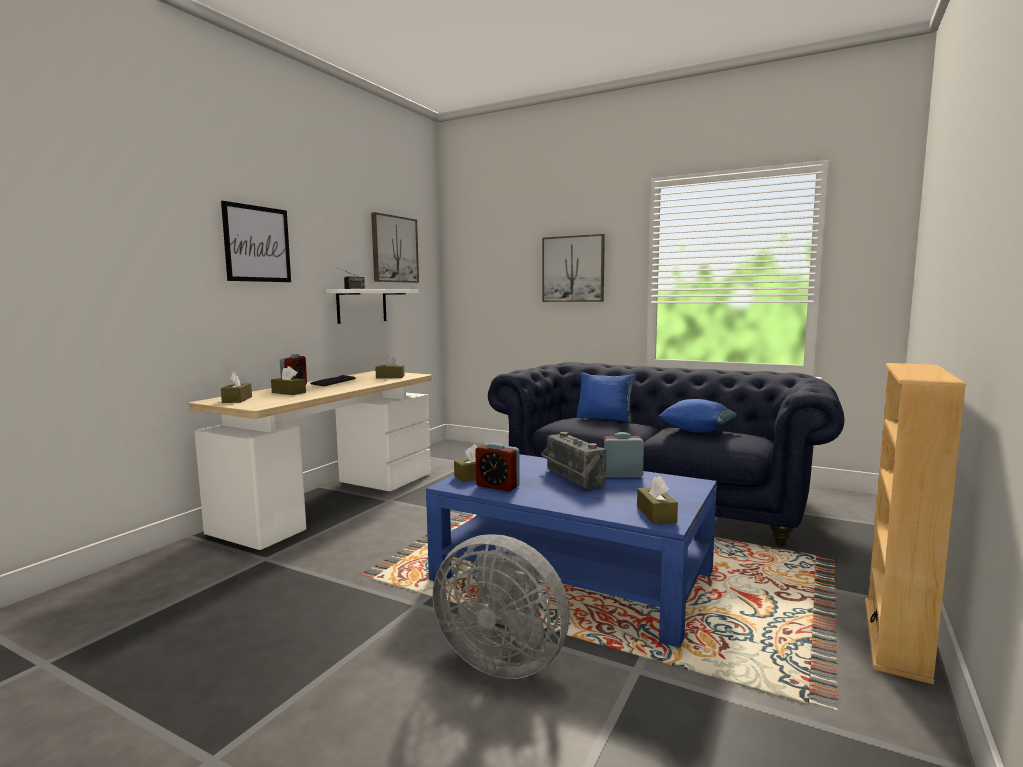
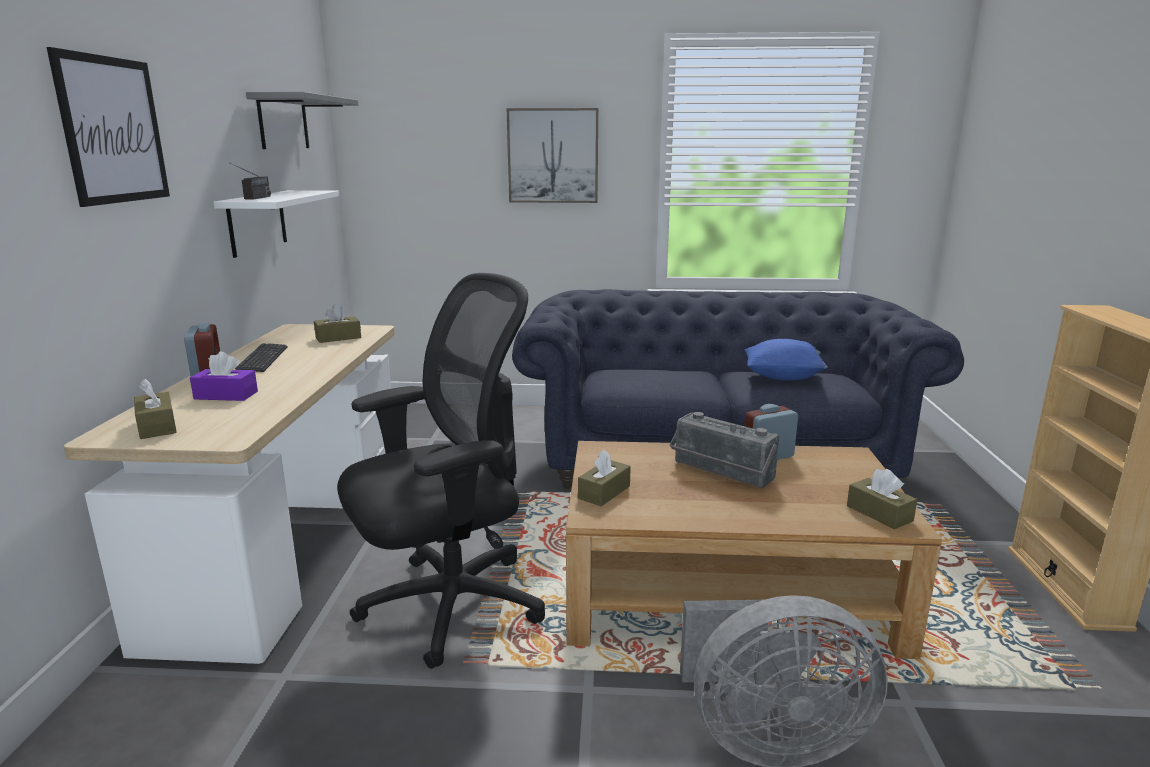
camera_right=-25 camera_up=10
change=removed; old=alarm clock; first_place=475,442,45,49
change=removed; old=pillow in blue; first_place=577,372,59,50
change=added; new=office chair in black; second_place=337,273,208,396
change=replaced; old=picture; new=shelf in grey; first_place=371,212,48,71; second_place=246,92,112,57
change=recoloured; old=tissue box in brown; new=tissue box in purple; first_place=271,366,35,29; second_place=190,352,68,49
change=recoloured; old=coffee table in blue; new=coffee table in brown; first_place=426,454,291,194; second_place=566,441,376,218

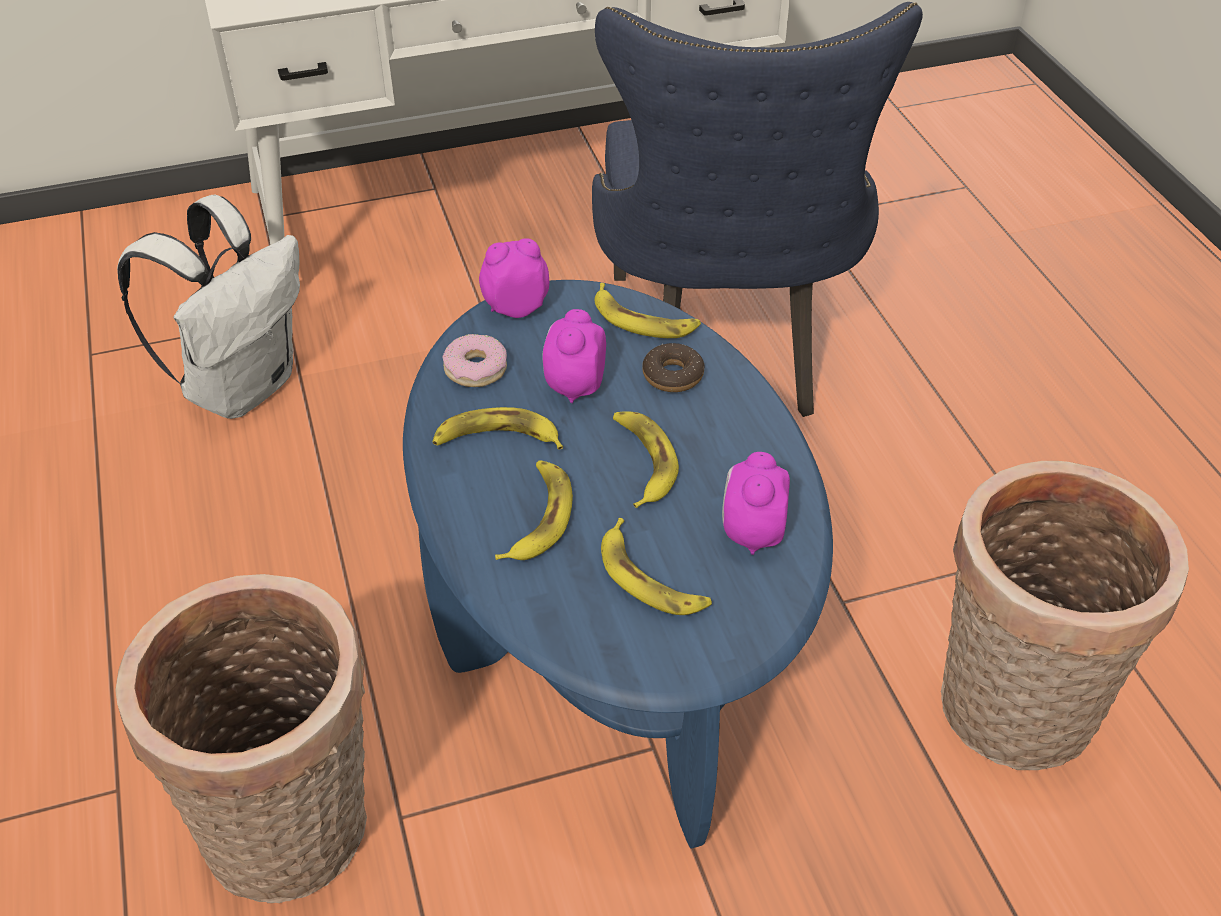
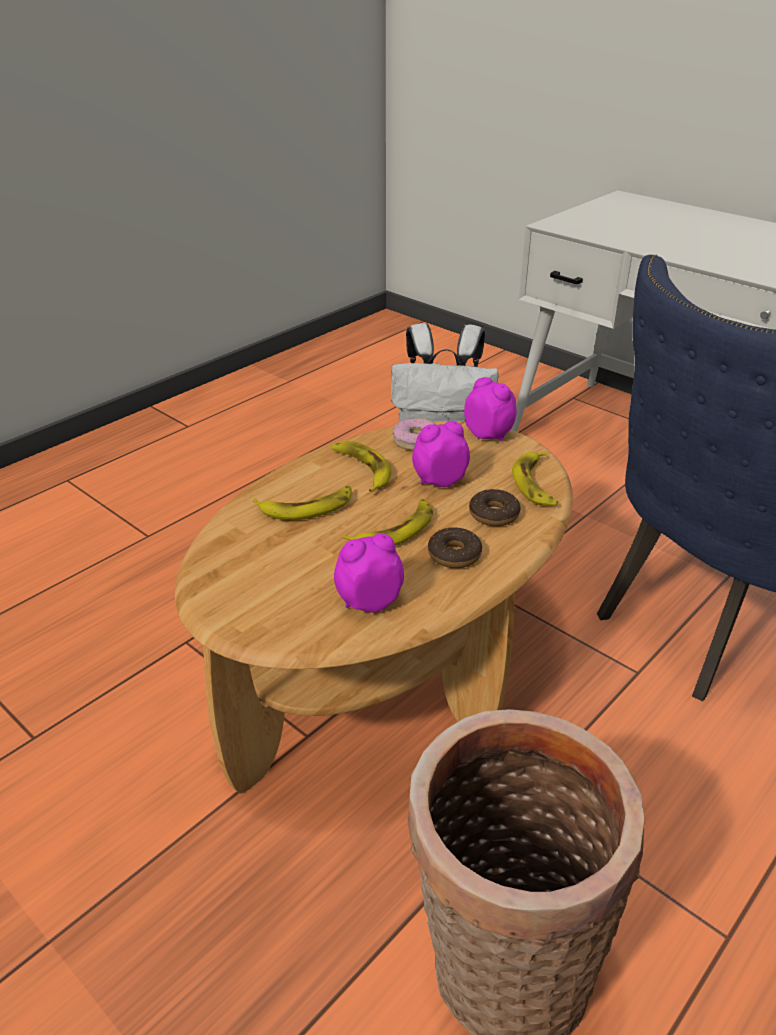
camera_right=60 camera_up=-10
change=removed; old=basket; first_place=115,574,252,329
change=removed; old=banana; first_place=601,518,111,97
change=added; new=donut; second_place=428,527,54,41
change=recoloured; old=coffee table in blue; new=coffee table in brown; first_place=403,280,430,568; second_place=175,421,398,372

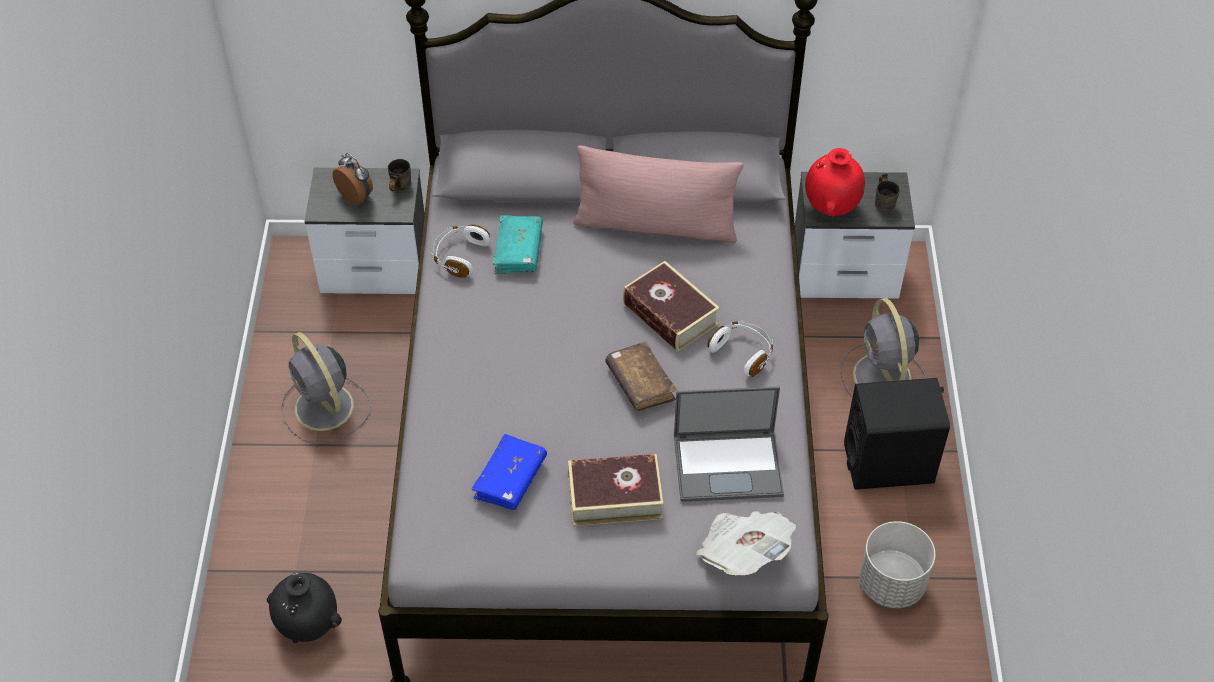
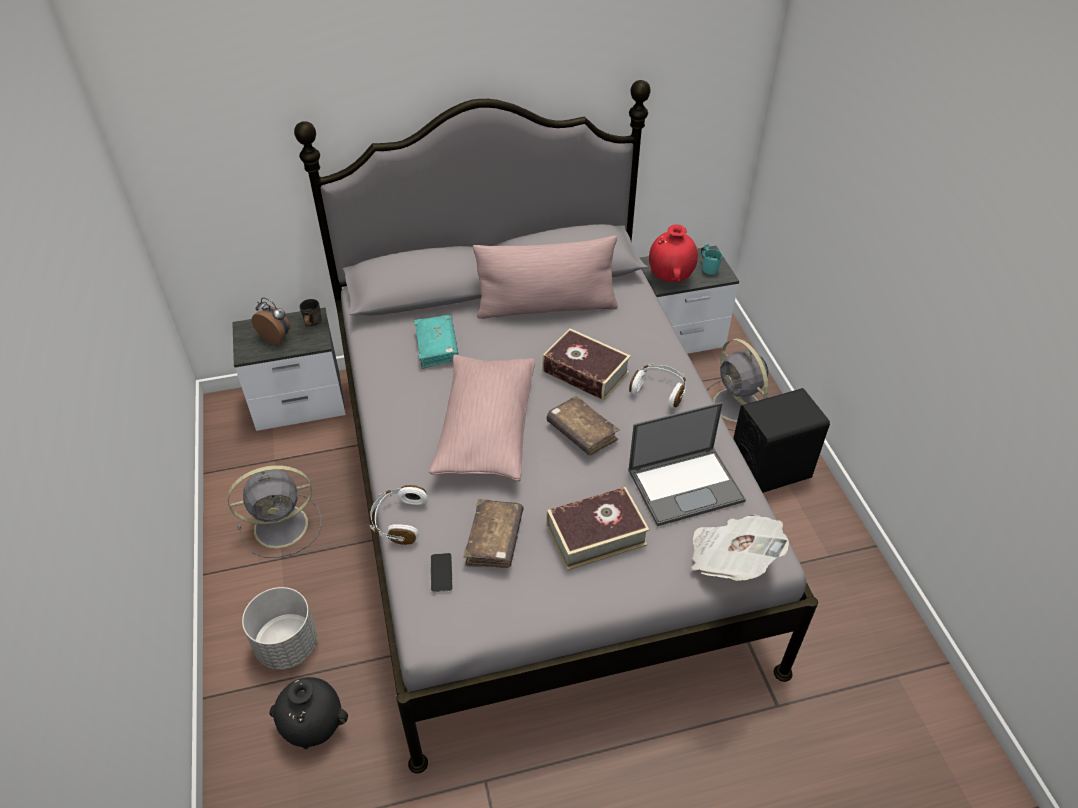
camera_right=-15 camera_up=-5
change=added; new=pillow in pink; second_place=428,355,107,126
change=added; new=phone; second_place=431,553,22,39
change=moved; old=headphones in white; first_place=431,224,59,54; second_place=370,485,58,60
change=moved; old=planter in grey; first_place=859,521,76,87; second_place=242,587,75,83
change=recoloured; old=book in blue; new=book in brown; first_place=471,434,76,76; second_place=463,499,61,69
change=recoloured; old=mug in grey; new=mug in turquoise; first_place=875,174,25,38; second_place=701,244,22,31
change=turned; old=fan in grey; first_place=281,332,90,112; second_place=228,465,93,93; degrees=-60

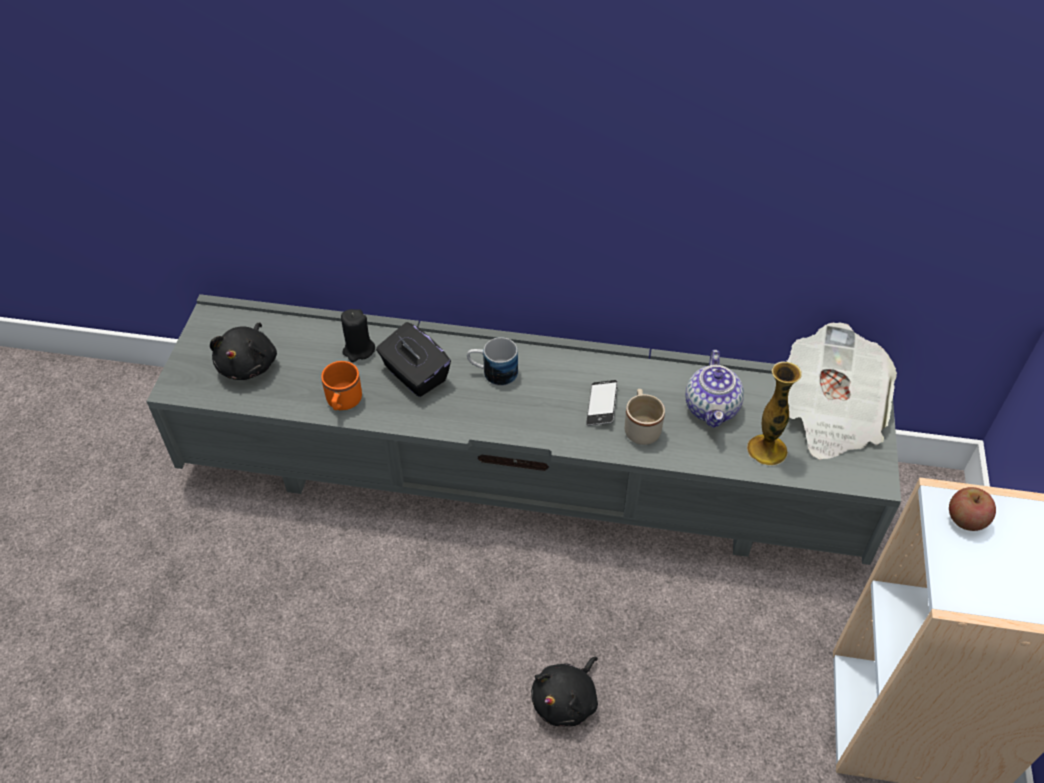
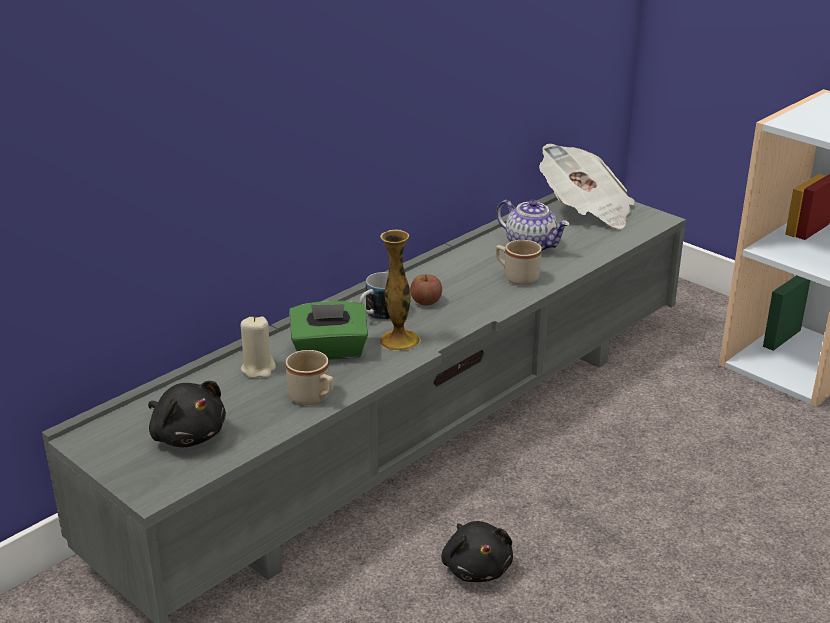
camera_right=-55 camera_up=-20
change=removed; old=phone; first_place=586,380,32,46
change=moved; old=plush toy in black; first_place=531,657,67,69; second_place=441,521,72,61
change=moved; old=vase; first_place=747,361,55,105; second_place=380,230,40,121
change=moved; old=apple; first_place=949,487,47,44; second_place=410,274,32,32
change=recoloured; old=mug in orange; new=mug in beige; first_place=321,361,41,49; second_place=286,350,48,55
change=recoloured; old=candle in black; new=candle in beige; first_place=341,309,34,53; second_place=241,316,35,62
change=recoloured; old=tissue box in black; new=tissue box in green; first_place=376,322,75,75; second_place=289,301,79,59

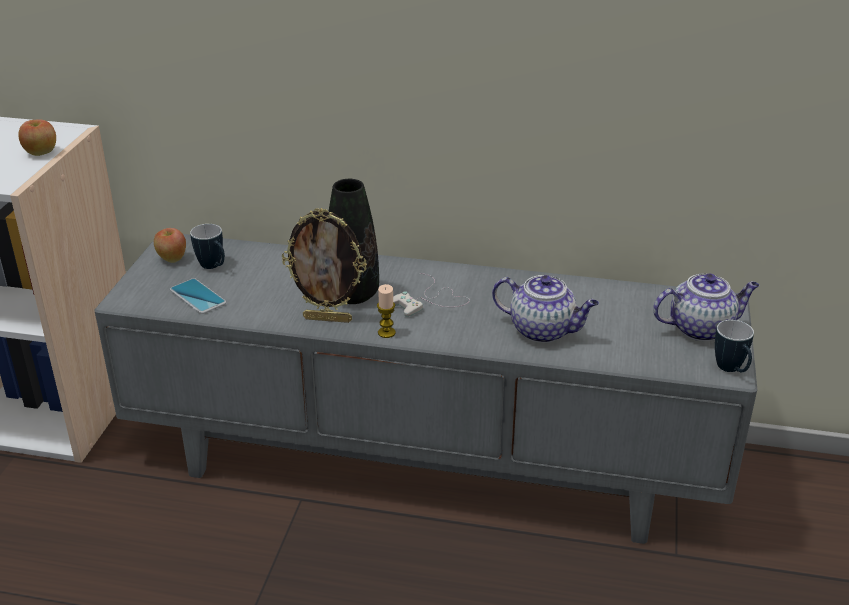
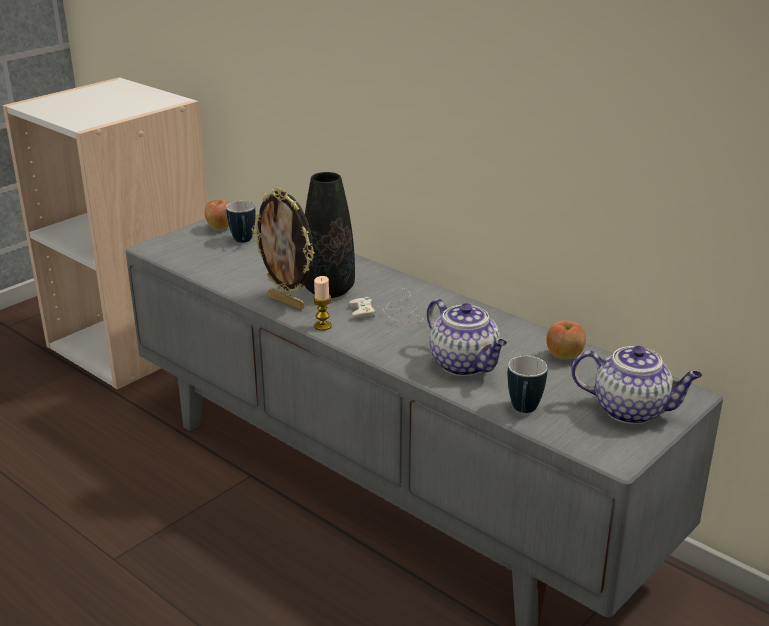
camera_right=30 camera_up=-5
change=removed; old=phone; first_place=170,278,56,36
change=moved; old=apple; first_place=18,120,38,36; second_place=546,320,40,40
change=moved; old=mug; first_place=715,320,39,52; second_place=508,356,40,57

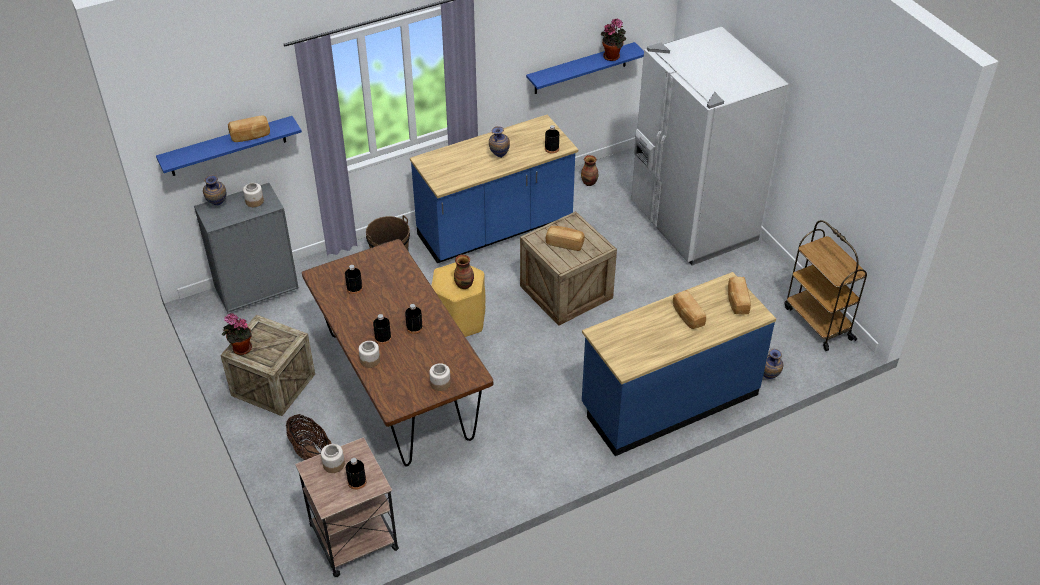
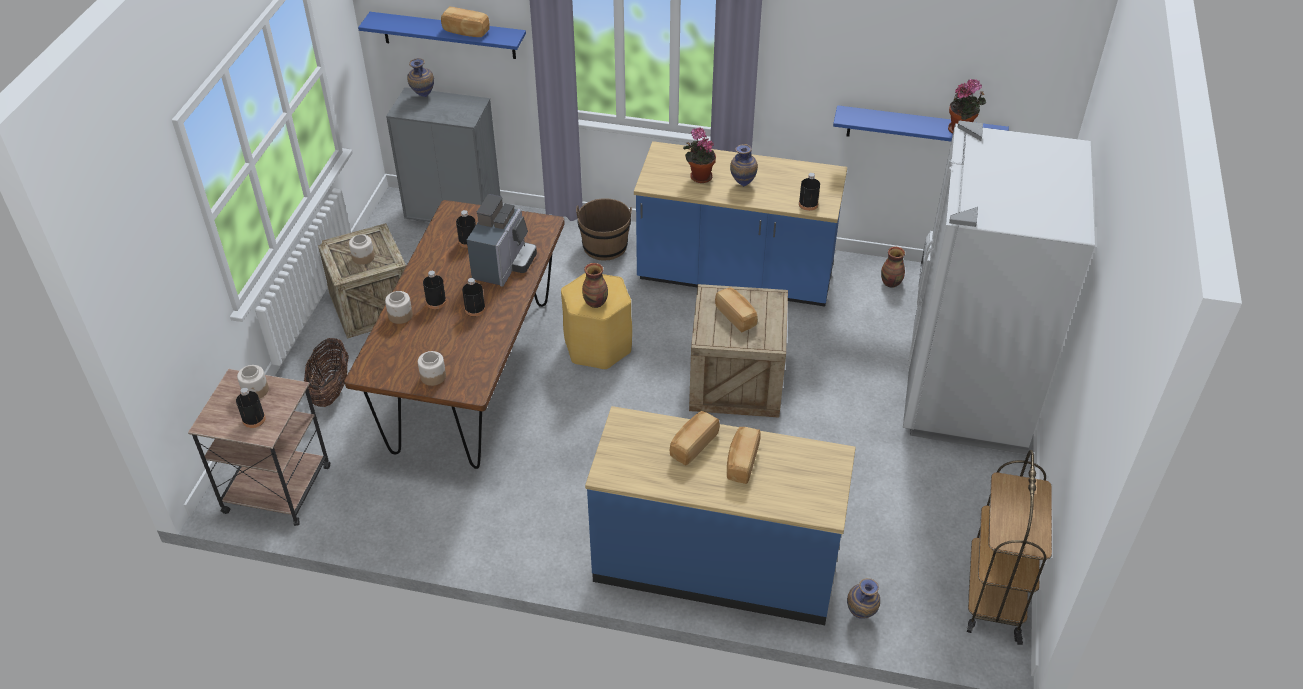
camera_right=40 camera_up=0
change=added; new=coffee machine; second_place=467,194,70,93
change=moved; old=potted plant; first_place=222,313,30,42; second_place=683,127,33,56
change=moved; old=jar; first_place=243,183,21,24; second_place=349,235,25,30
change=moved; old=bread; first_place=728,277,23,38; second_place=670,411,50,55

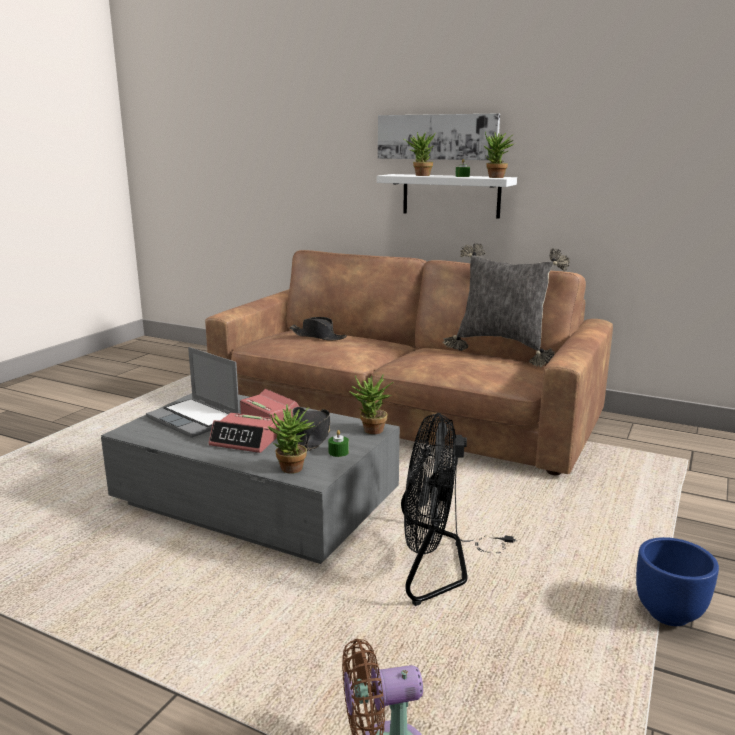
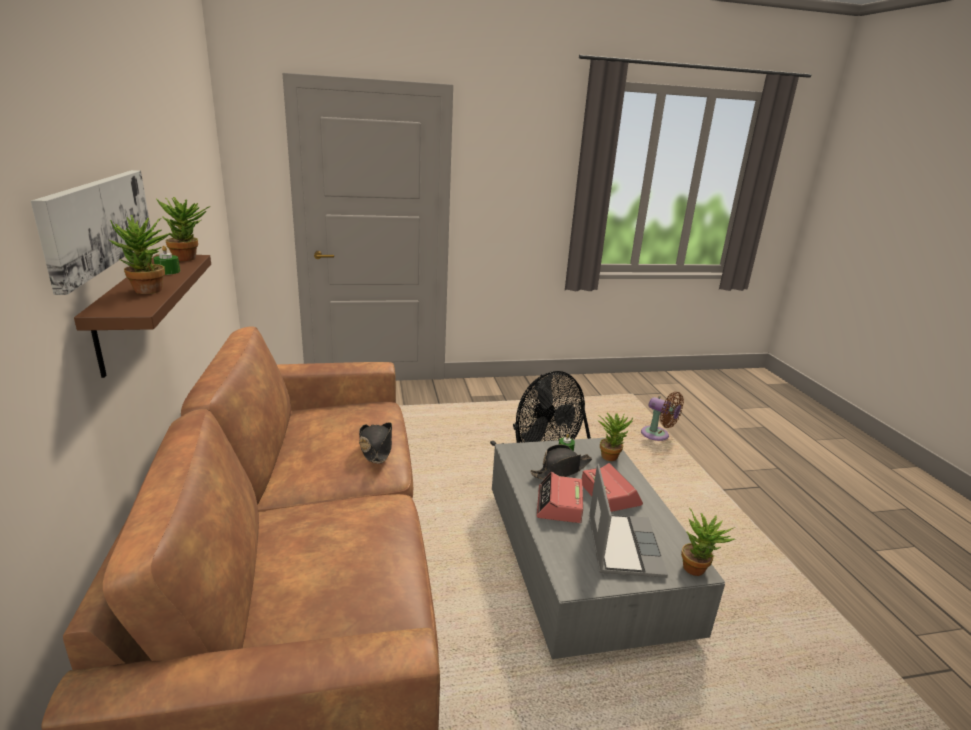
camera_right=-130 camera_up=5
change=removed; old=pillow; first_place=442,243,128,124
change=removed; old=planter in blue; first_place=636,537,83,89
change=moved; old=hat in black; first_place=289,317,58,23; second_place=359,422,33,42
change=moved; old=potted plant; first_place=349,374,45,60; second_place=681,507,54,69
change=recoloured; old=shelf in white; new=shelf in brown; first_place=377,174,140,44; second_place=74,254,137,124

